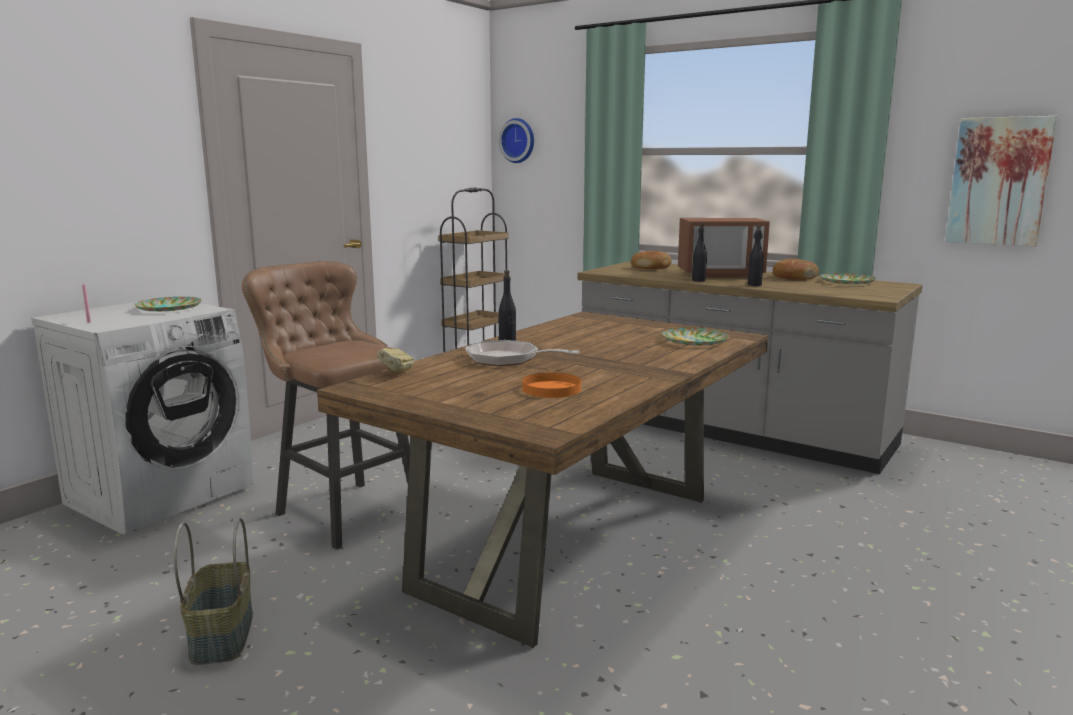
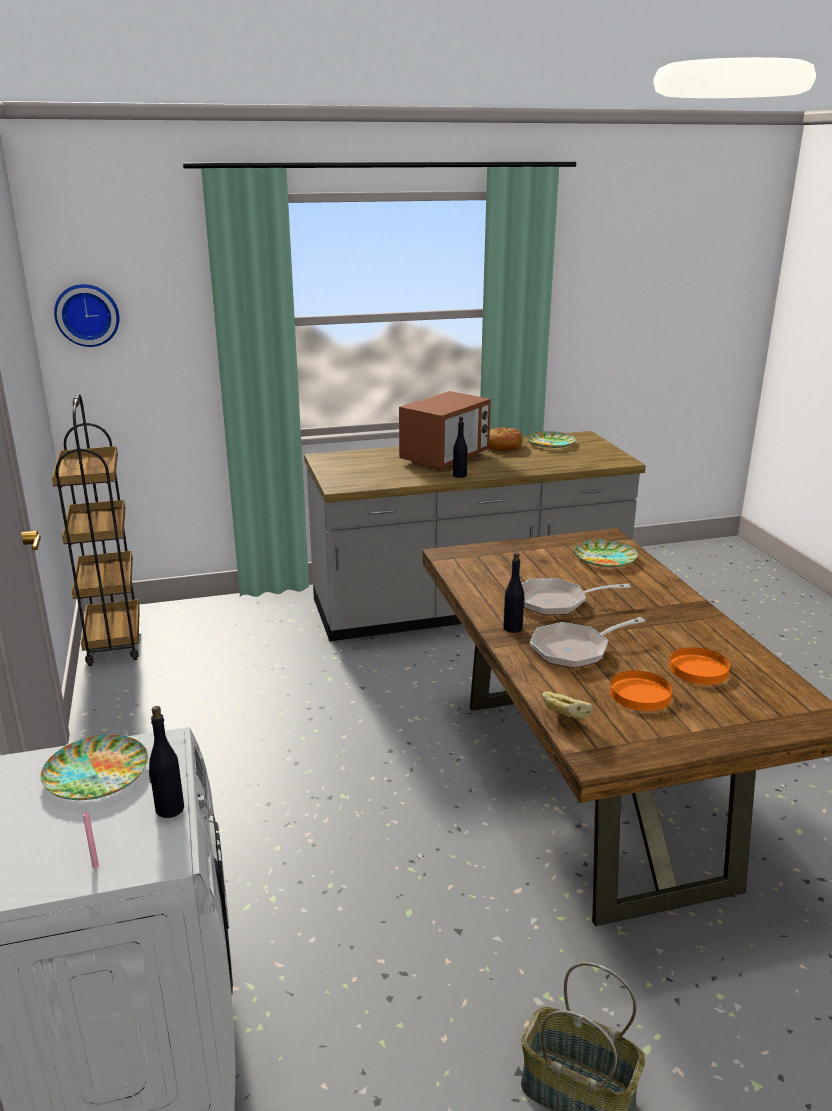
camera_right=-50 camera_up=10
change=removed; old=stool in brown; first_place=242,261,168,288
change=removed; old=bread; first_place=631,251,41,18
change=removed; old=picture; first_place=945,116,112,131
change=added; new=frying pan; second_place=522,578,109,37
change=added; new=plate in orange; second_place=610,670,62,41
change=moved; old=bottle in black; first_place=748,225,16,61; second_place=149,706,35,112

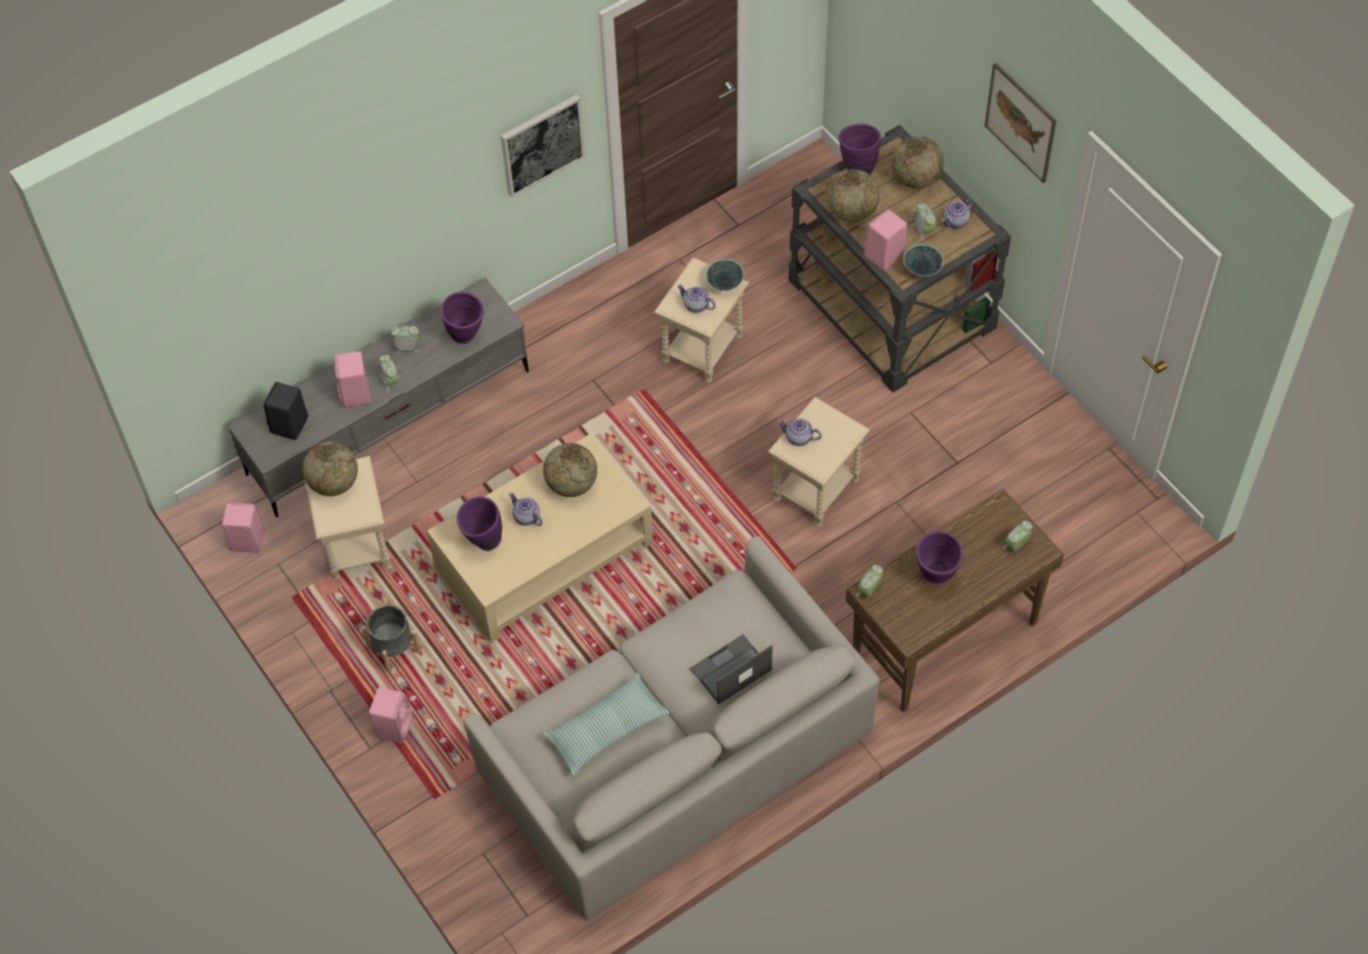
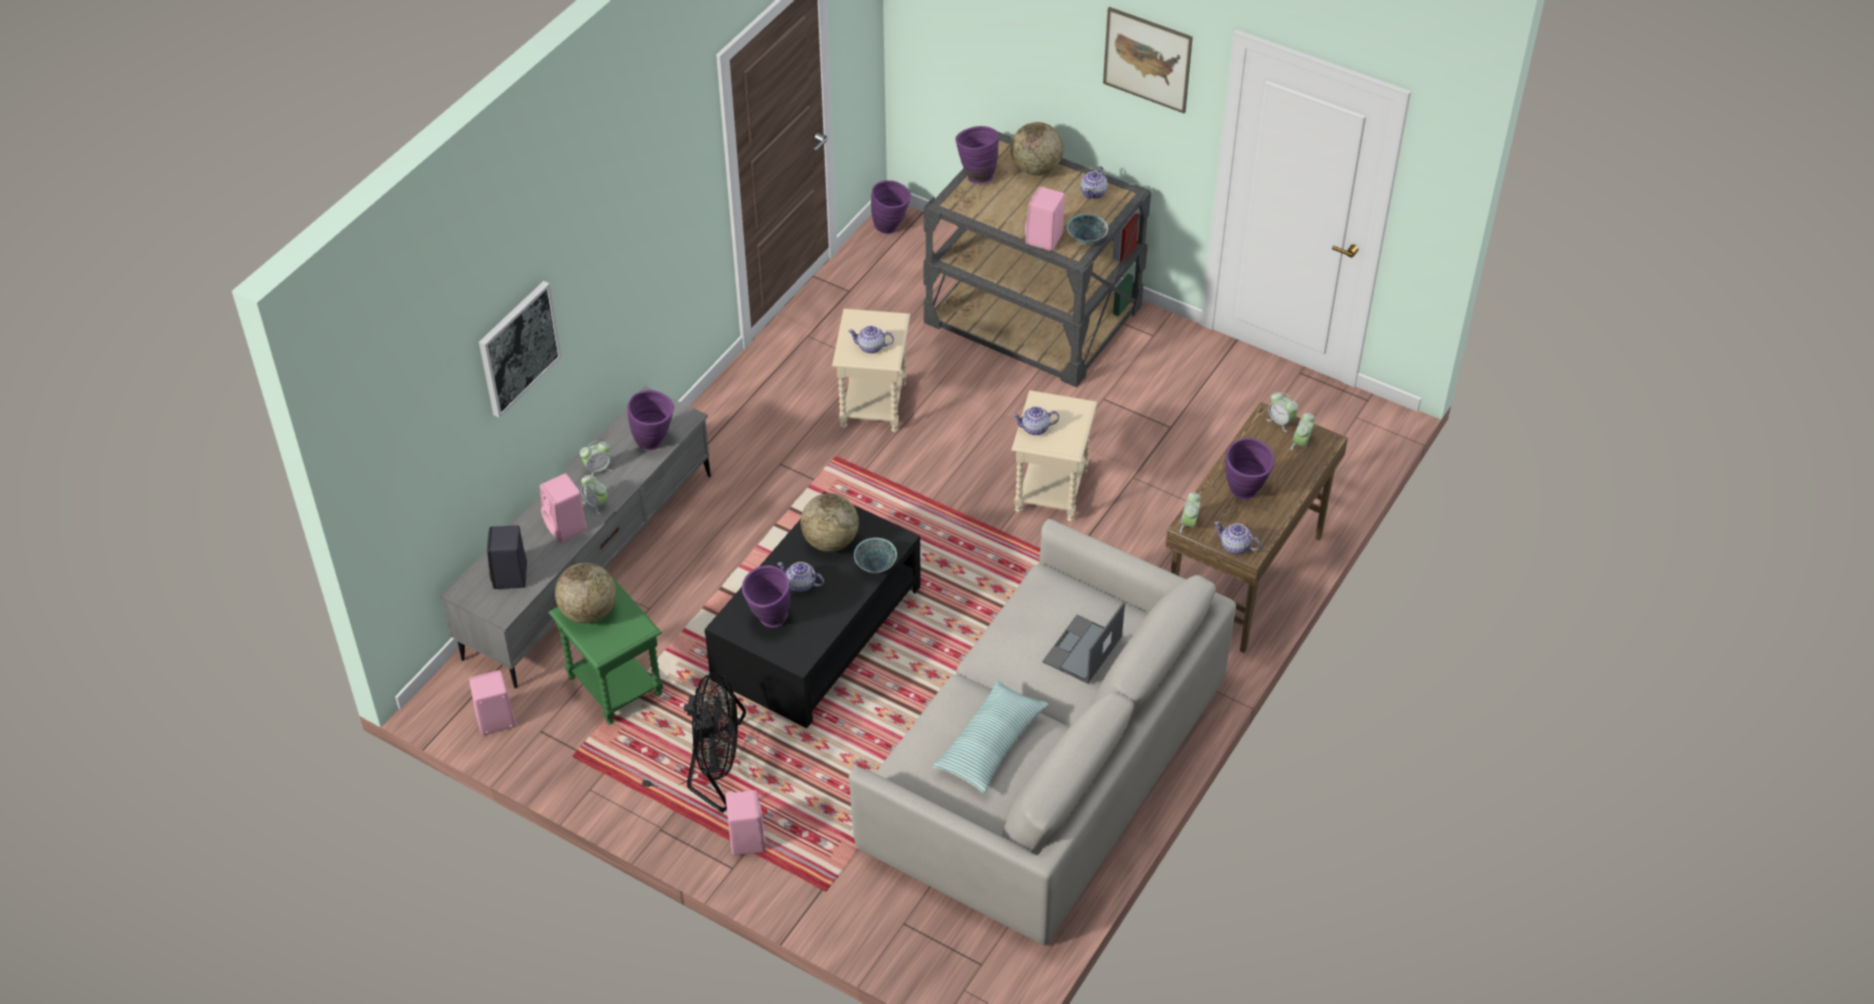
camera_right=-25 camera_up=-10
change=removed; old=globe; first_place=827,169,53,53
change=added; new=vase in purple; second_place=871,180,40,54
change=added; new=teapot; second_place=1214,522,46,32
change=moved; old=picture; first_place=501,94,84,103; second_place=479,281,83,137
change=moved; old=bowl; first_place=706,259,38,32; second_place=854,538,43,35
change=moved; old=alarm clock; first_place=913,203,23,38; second_place=1266,392,32,40
change=replaced; old=planter in grey; new=fan in black; first_place=361,605,60,69; second_place=641,672,105,141
change=recoloured; old=side table in beige; new=side table in green; first_place=305,456,86,123; second_place=548,577,115,147
change=recoloured; old=coffee table in beige; new=coffee table in black; first_place=427,433,226,210; second_place=705,492,216,236

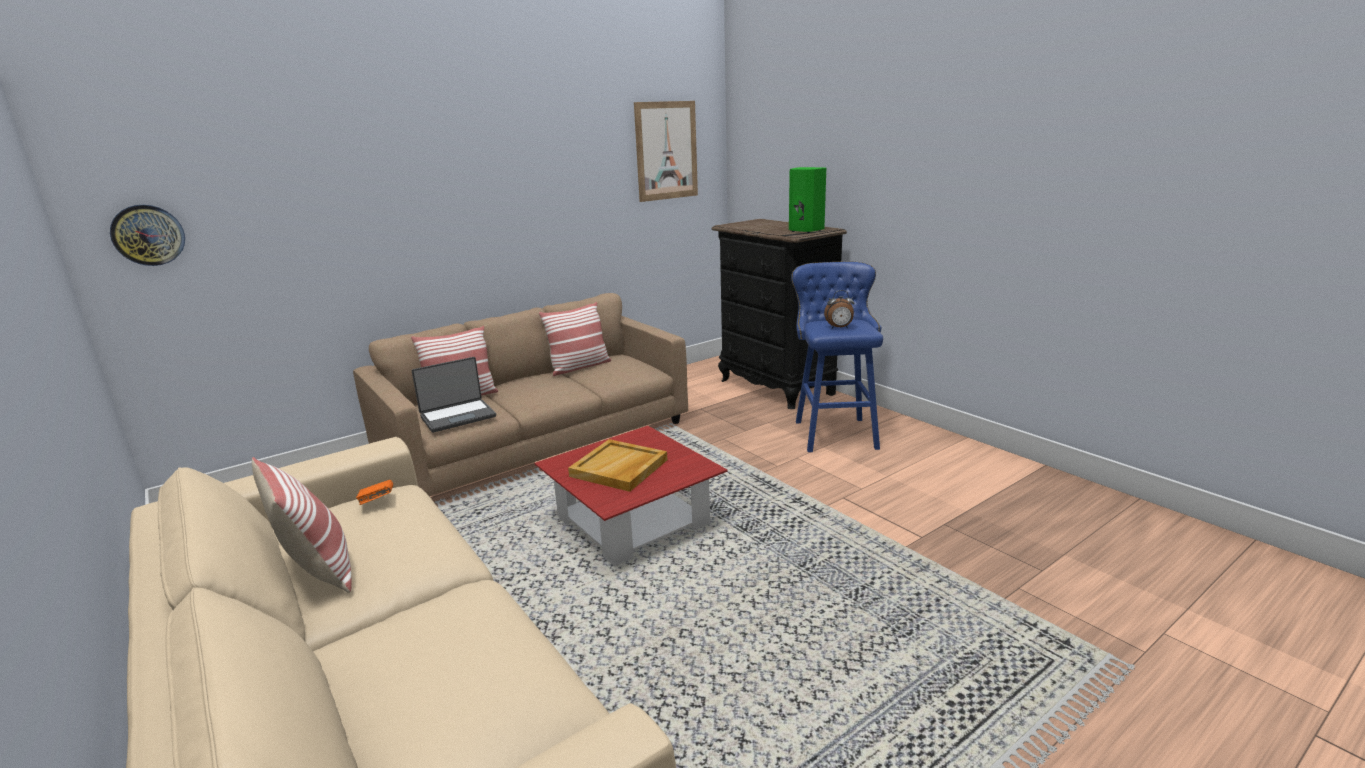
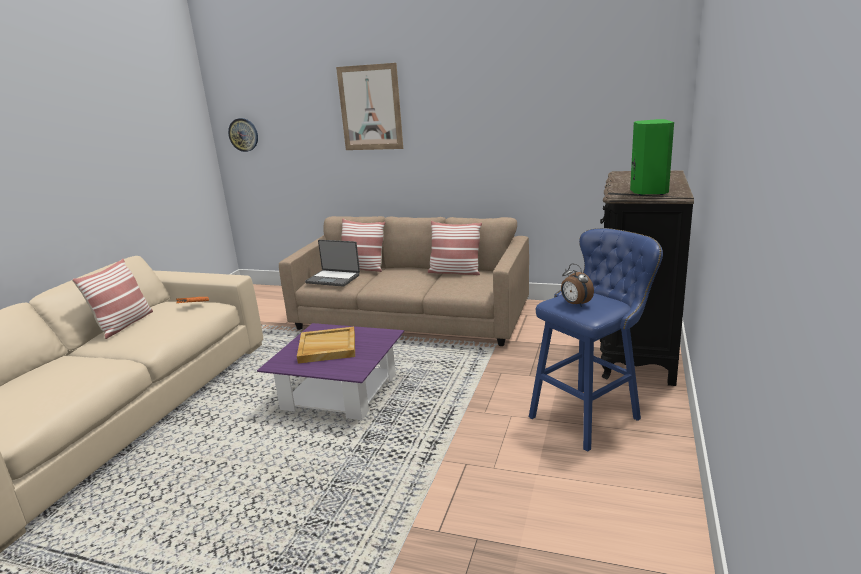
camera_right=55 camera_up=0
change=moved; old=picture; first_place=634,101,64,101; second_place=336,63,67,87
change=recoloured; old=coffee table in red; new=coffee table in purple; first_place=535,426,193,140; second_place=257,323,147,97

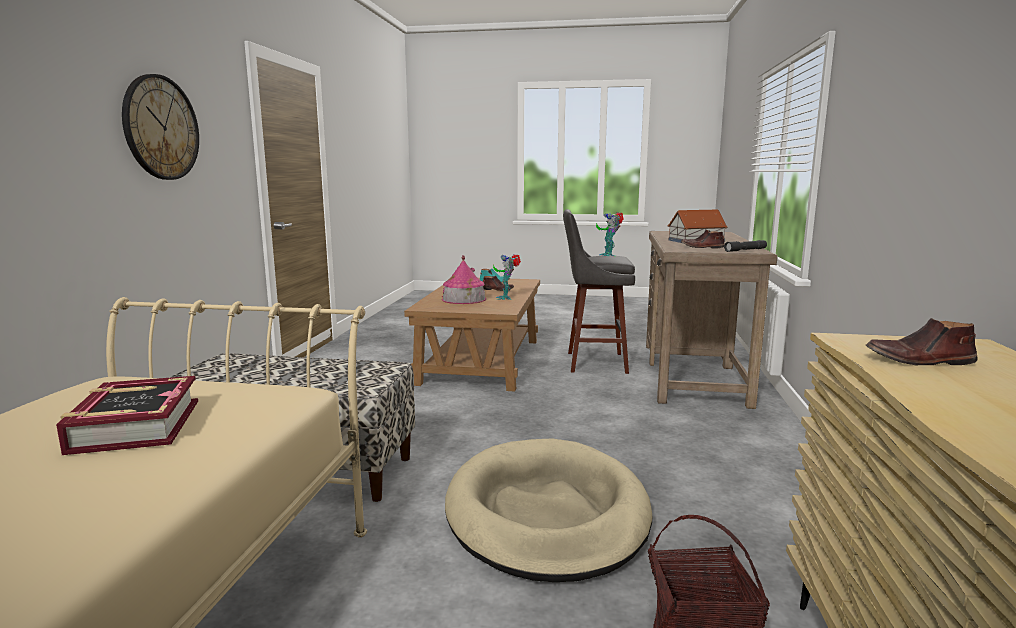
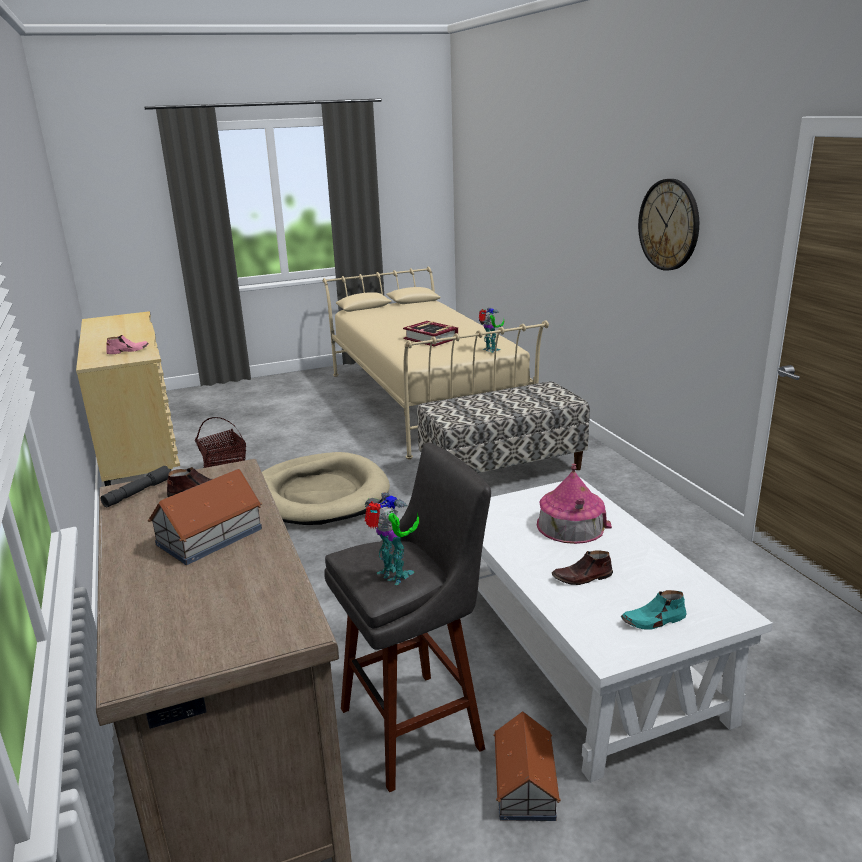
camera_right=150 camera_up=10
change=added; new=toy house; second_place=493,711,68,110
change=moved; old=toy robot; first_place=493,255,28,45; second_place=479,308,25,45
change=recoloured; old=coffee table in brown; new=coffee table in white; first_place=404,278,136,113; second_place=478,477,295,306
change=recoloured; old=shoe in brown; new=shoe in pink; first_place=866,318,112,47; second_place=106,335,43,19

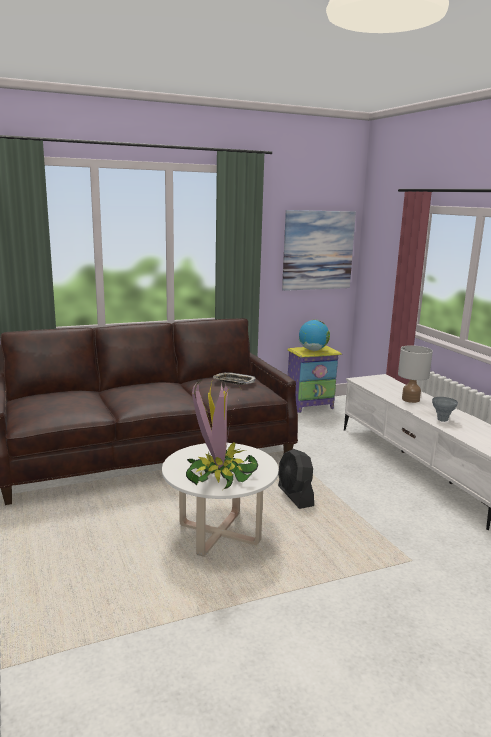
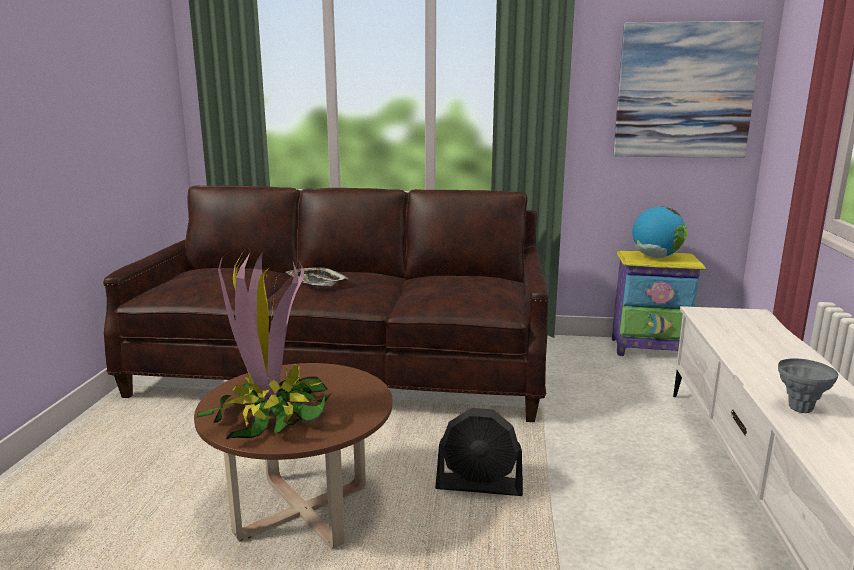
camera_right=30 camera_up=0
change=removed; old=table lamp in grey; first_place=398,345,35,58
change=moved; old=tray; first_place=213,372,43,13; second_place=286,268,62,19
change=recoloured; old=coffee table in white; new=coffee table in brown; first_place=162,443,117,114; second_place=194,363,199,186
change=turned; old=fan in black; first_place=278,449,36,60; second_place=435,408,88,88; degrees=-90

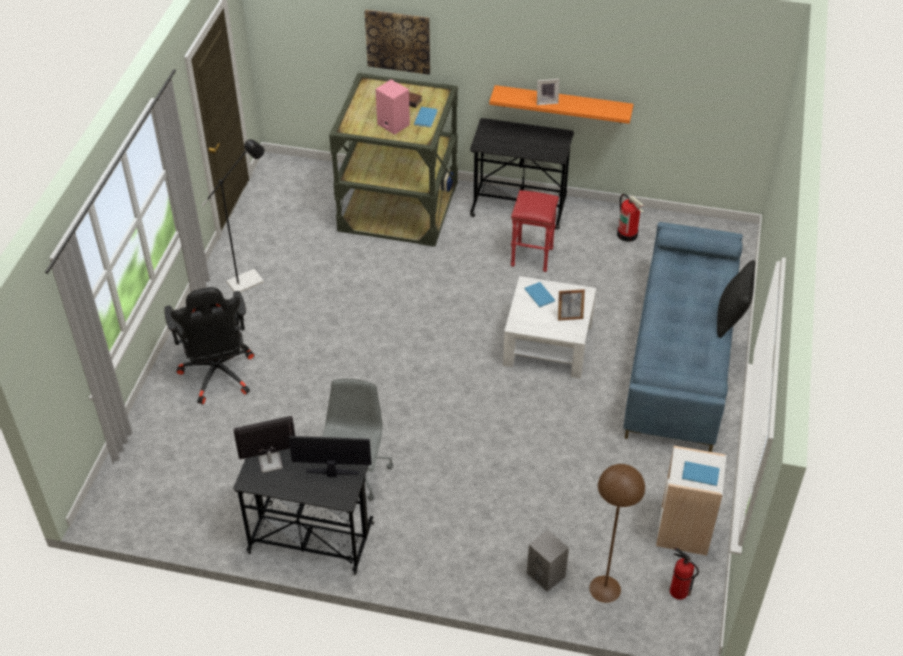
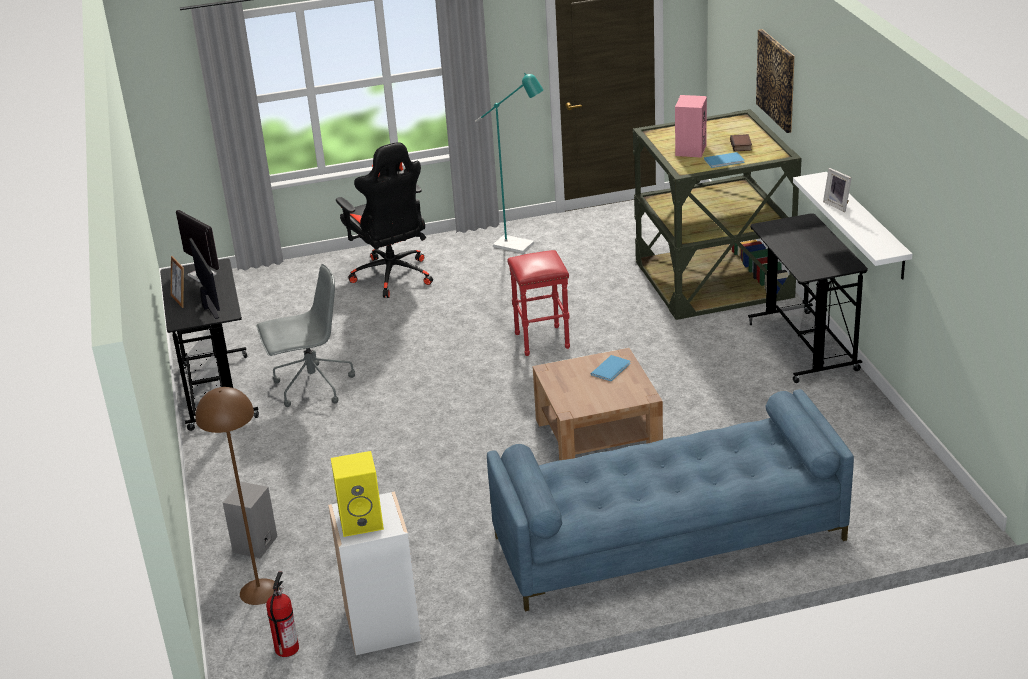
camera_right=65 camera_up=-15
change=removed; old=fire extinguisher; first_place=617,194,27,48
change=removed; old=pillow in black; first_place=717,260,39,78
change=moved; old=stool in red; first_place=511,190,48,82; second_place=507,250,63,106
change=moved; old=picture frame; first_place=558,289,27,32; second_place=171,256,13,52
change=replaced; old=book in blue; new=speaker in yellow; first_place=682,461,38,25; second_place=331,451,53,86
change=recoloured; old=floor lamp in black; new=floor lamp in turquoise; first_place=201,139,64,154; second_place=475,73,69,180
change=recoloured; old=shelf in orange; new=shelf in white; first_place=489,85,144,39; second_place=793,172,120,108
change=recoloured; old=coffee table in white; new=coffee table in brown; first_place=503,276,93,103; second_place=533,348,130,112
change=turned; old=office chair in black; first_place=164,287,90,117; second_place=336,142,97,156; degrees=-75

